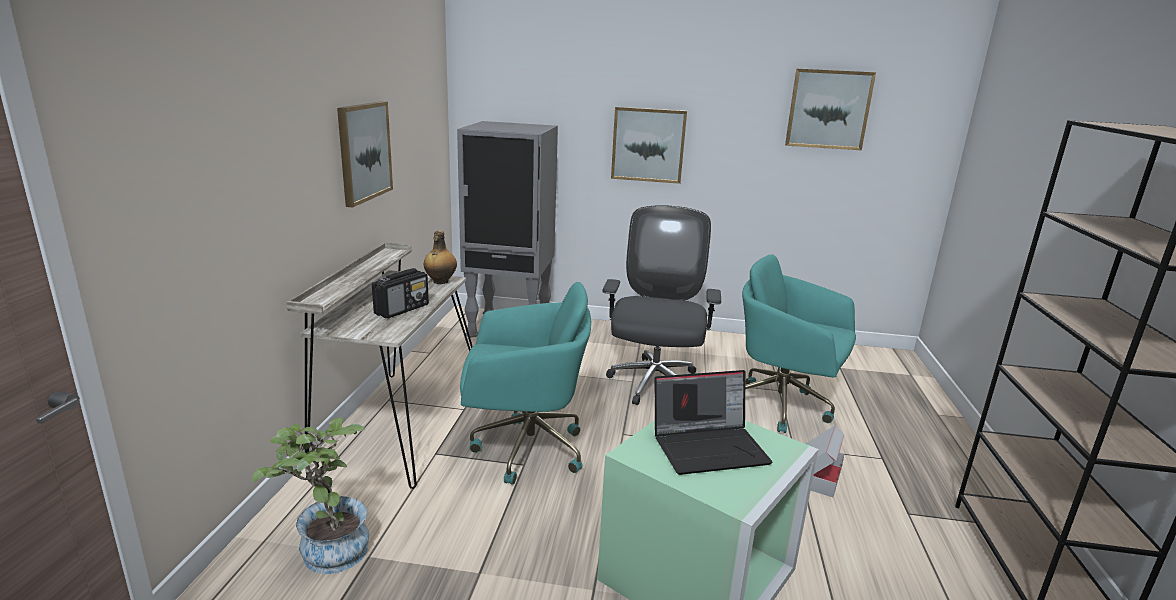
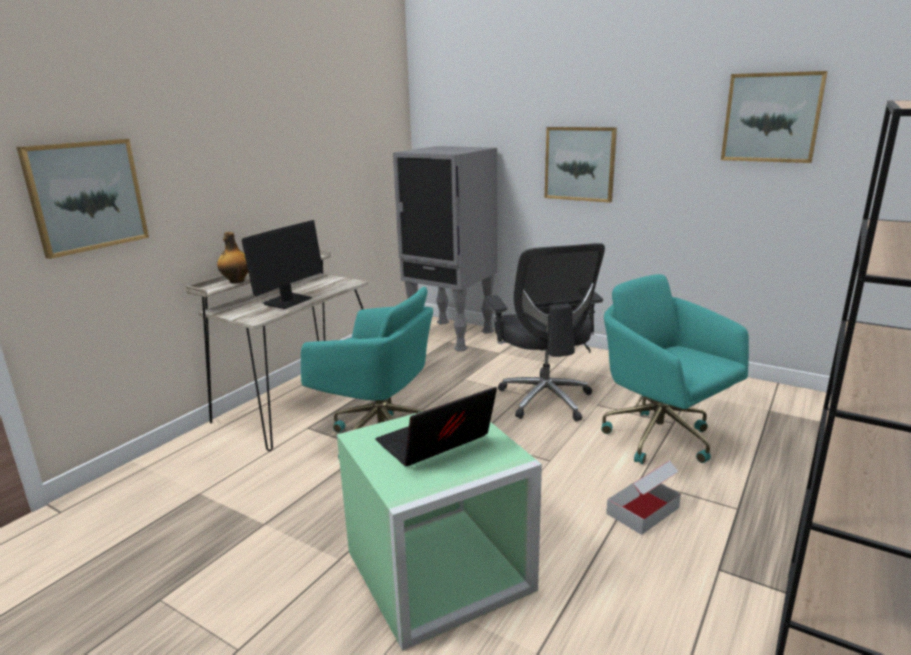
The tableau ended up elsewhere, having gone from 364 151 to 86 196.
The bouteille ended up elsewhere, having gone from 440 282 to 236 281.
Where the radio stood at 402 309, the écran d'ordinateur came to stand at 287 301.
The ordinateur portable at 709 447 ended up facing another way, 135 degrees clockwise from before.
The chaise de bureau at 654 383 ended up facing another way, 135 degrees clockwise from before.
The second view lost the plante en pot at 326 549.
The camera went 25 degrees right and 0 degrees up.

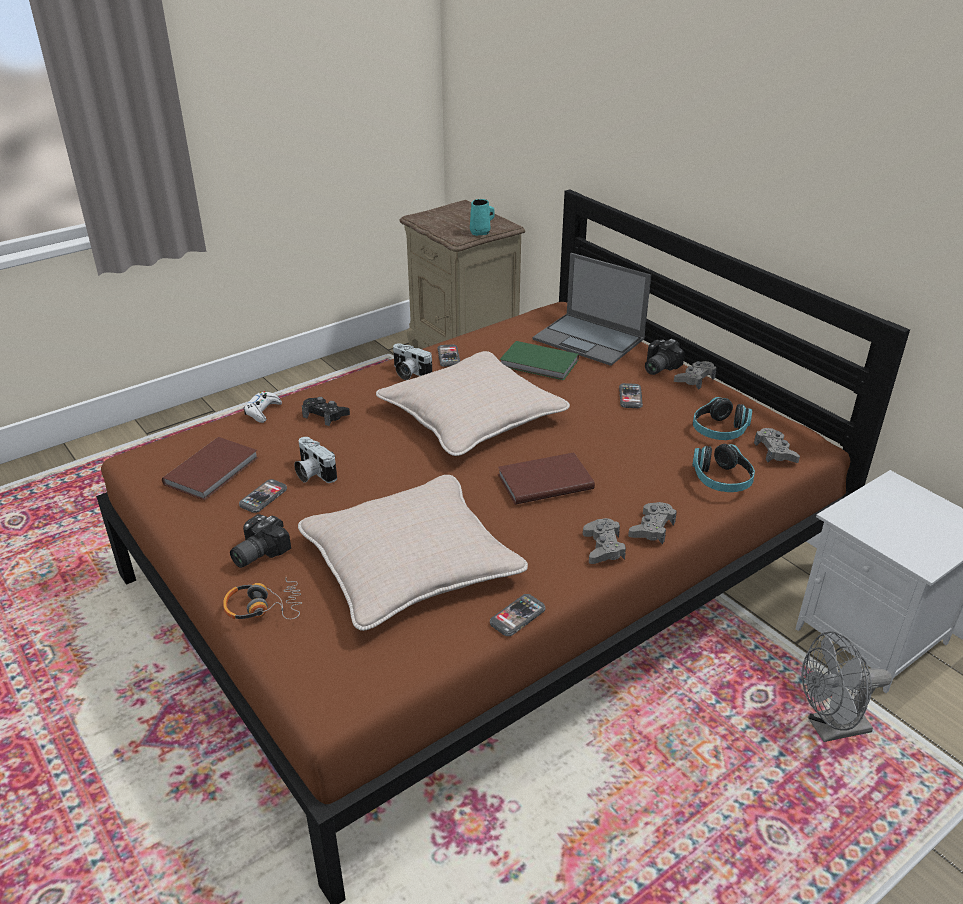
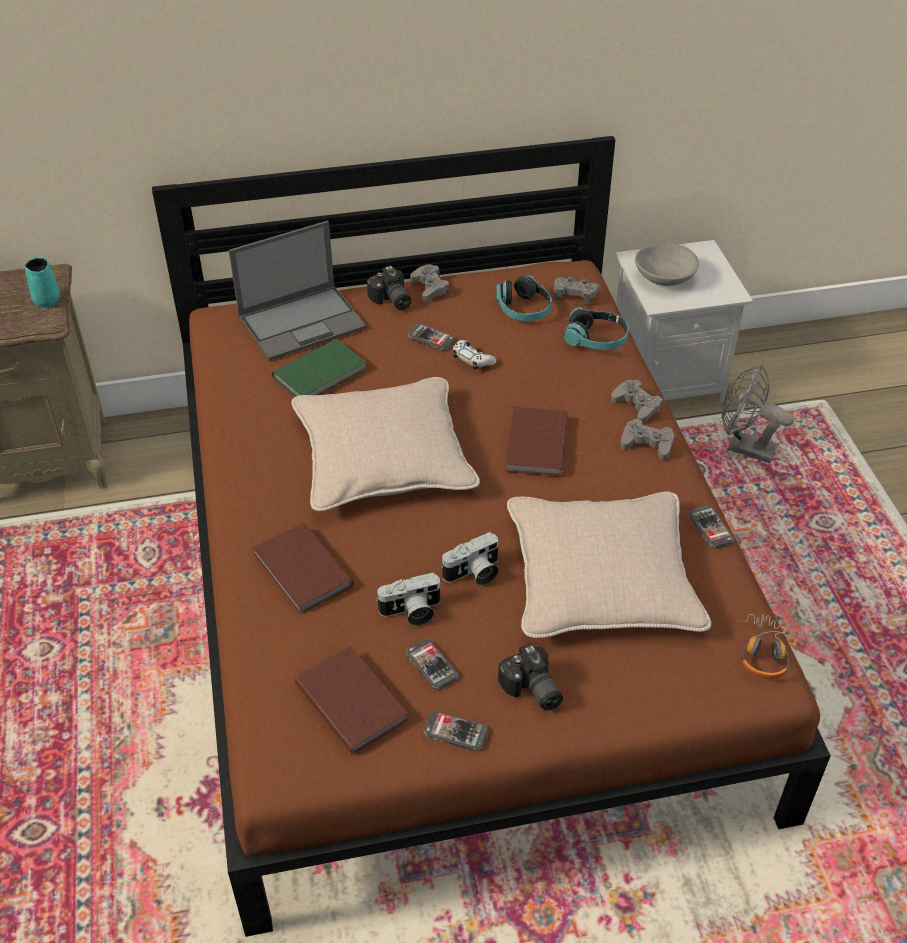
Where the manette [noir] stood at 325 415, the livre [marron] came to stand at 301 572.
The téléphone ended up elsewhere, having gone from 448 357 to 455 732.
The appareil photo ended up elsewhere, having gone from 409 373 to 474 574.
The manette [blanc] ended up elsewhere, having gone from 262 411 to 473 359.
The second view gained the bol [gris] at 664 278.
The ventilateur [gris] at 830 728 ended up facing another way, 105 degrees clockwise from before.
The casque audio ended up elsewhere, having gone from 264 607 to 765 651.
The camera went 65 degrees left and 10 degrees up.

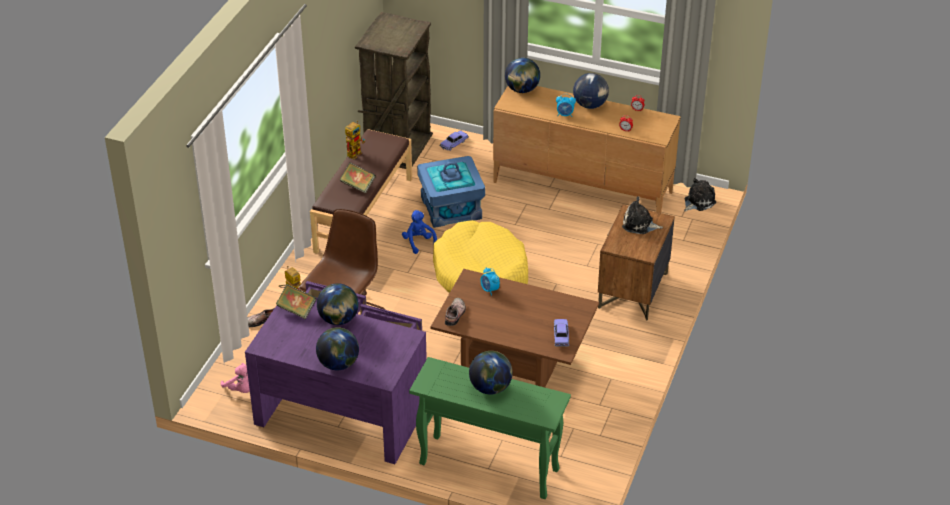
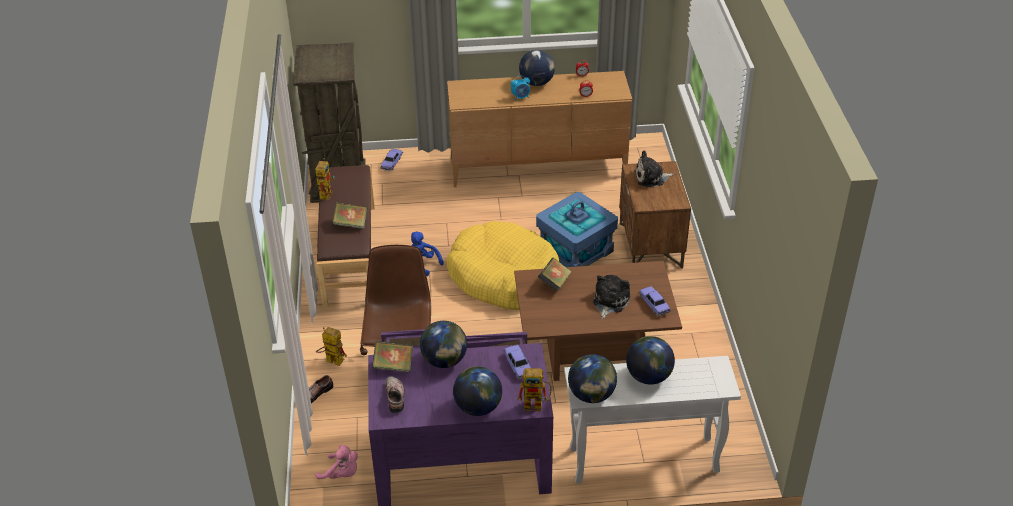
The chaussure ended up elsewhere, having gone from 455 314 to 396 397.
The second view gained the petite voiture at 518 366.
The second view gained the robot jouet at 537 404.
The boîte de rangement [bleu] ended up elsewhere, having gone from 451 207 to 575 250.
Where the réveil stood at 489 290, the livre came to stand at 554 283.
What was the table console [vert] at 487 467 turned into the table console [blanc] at 642 461.
The globe ended up elsewhere, having gone from 522 90 to 591 395.
The peluche ended up elsewhere, having gone from 698 202 to 609 301.
The camera went 25 degrees left and 0 degrees up.

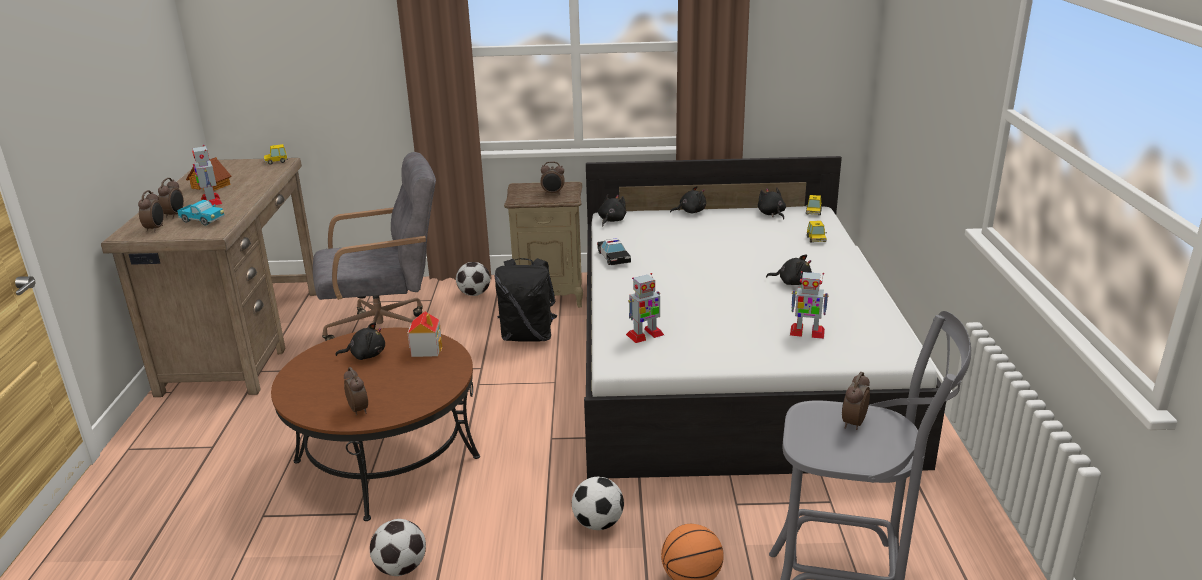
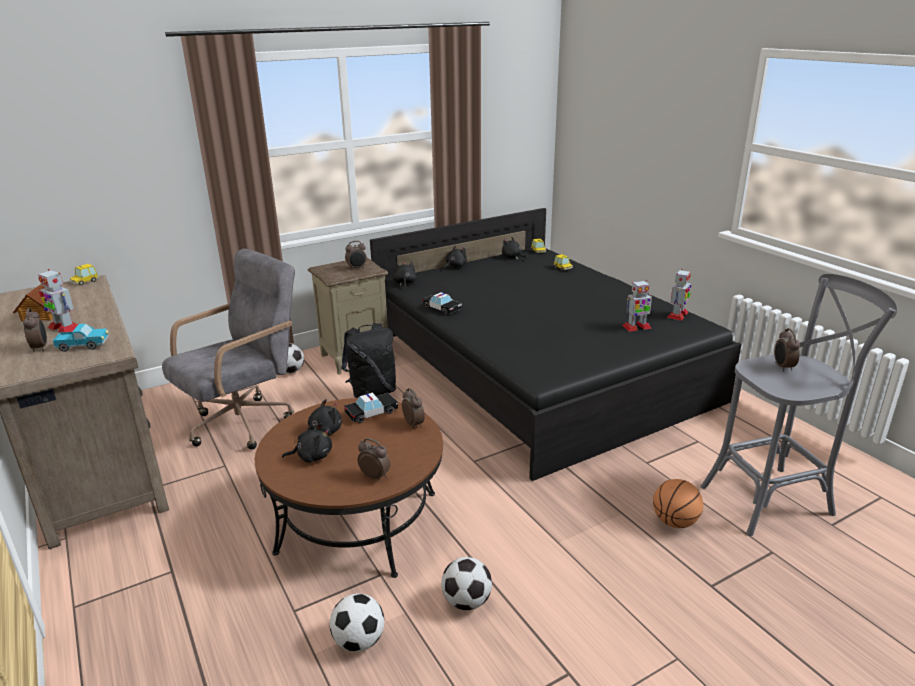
The peluche [noir] ended up elsewhere, having gone from 792 282 to 312 456.
The ballon de foot ended up elsewhere, having gone from 598 523 to 359 641.
Where the maison miniature stood at 426 349, the petite voiture came to stand at 371 412.
What was the lit [blanc] at 729 358 turned into the lit [noir] at 536 368.
The réveil ended up elsewhere, having gone from 156 229 to 414 424.
The robot jouet ended up elsewhere, having gone from 644 335 to 677 315.
The camera went 30 degrees left and 0 degrees up.

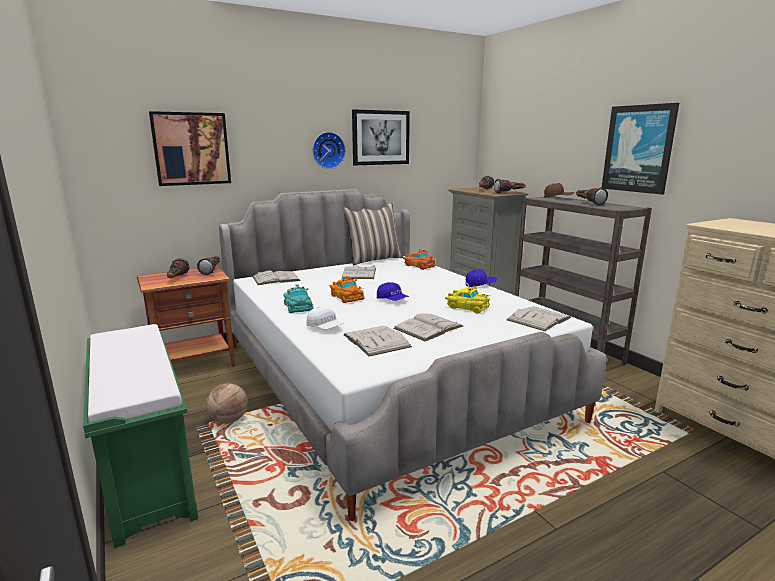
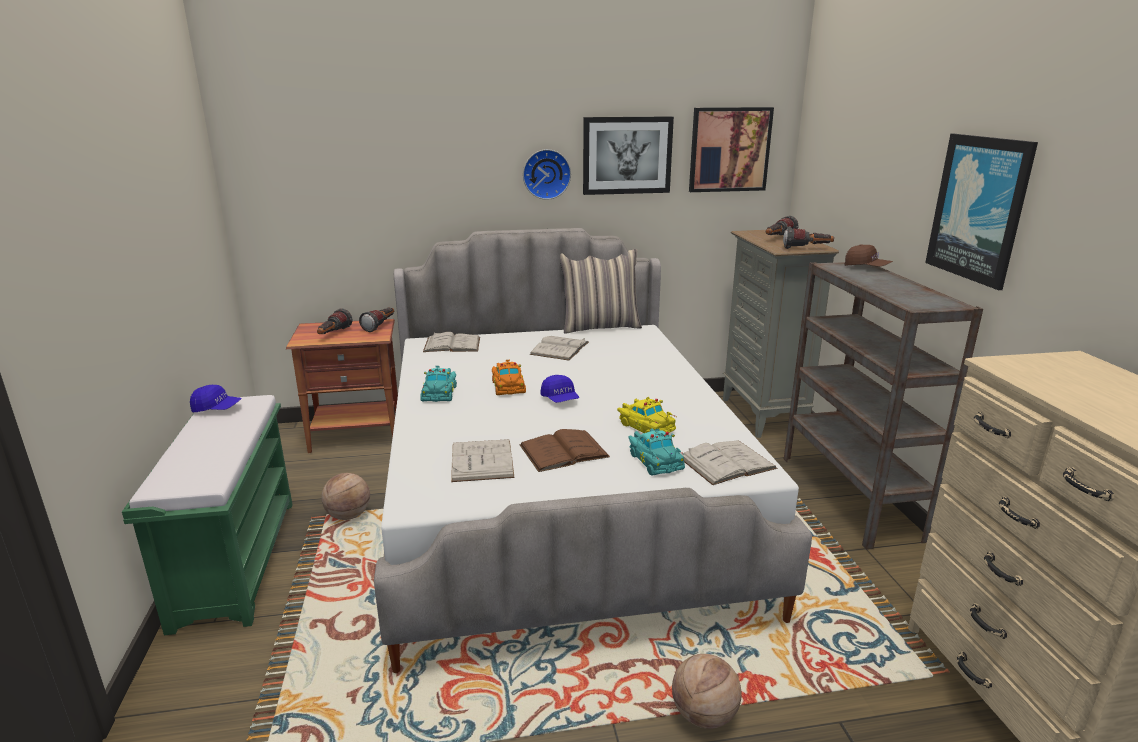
The casquette [bleu] ended up elsewhere, having gone from 480 284 to 217 409.
What was the livre [blanc] at 428 327 turned into the livre [marron] at 564 451.
The second view gained the petite voiture [turquoise] at 655 460.
The second view gained the ballon de basket at 704 715.
The tableau ended up elsewhere, having gone from 191 149 to 729 149.
The second view lost the casquette [blanc] at 325 327.
The second view lost the petite voiture [orange] at 419 266.
The second view lost the lampe de poche at 588 203.
The camera went 20 degrees right and 5 degrees up.

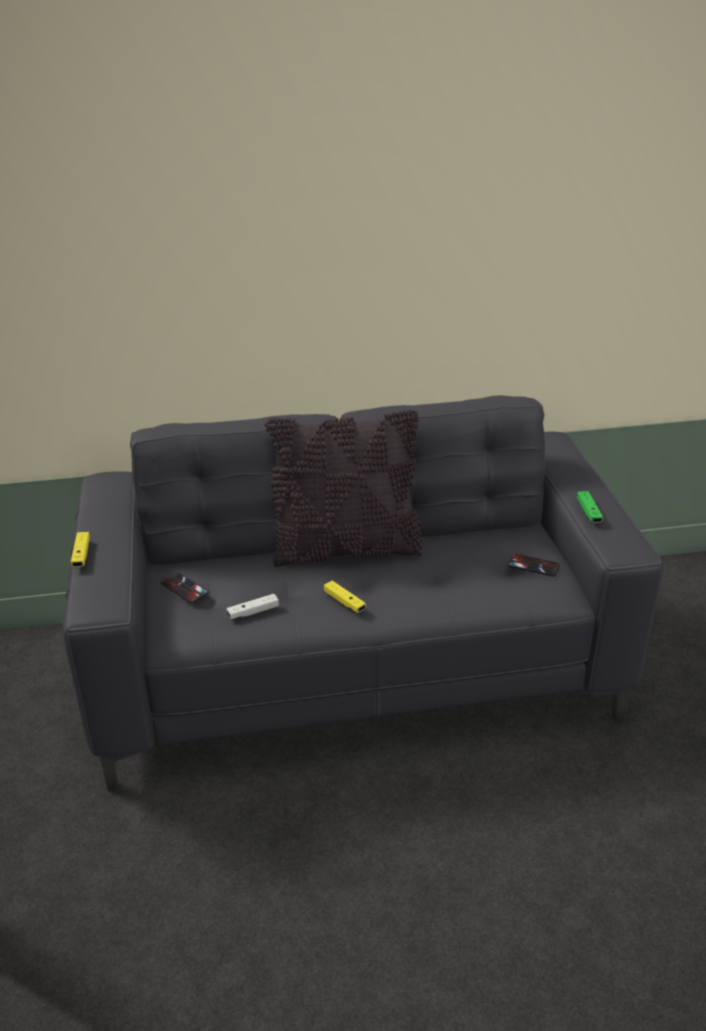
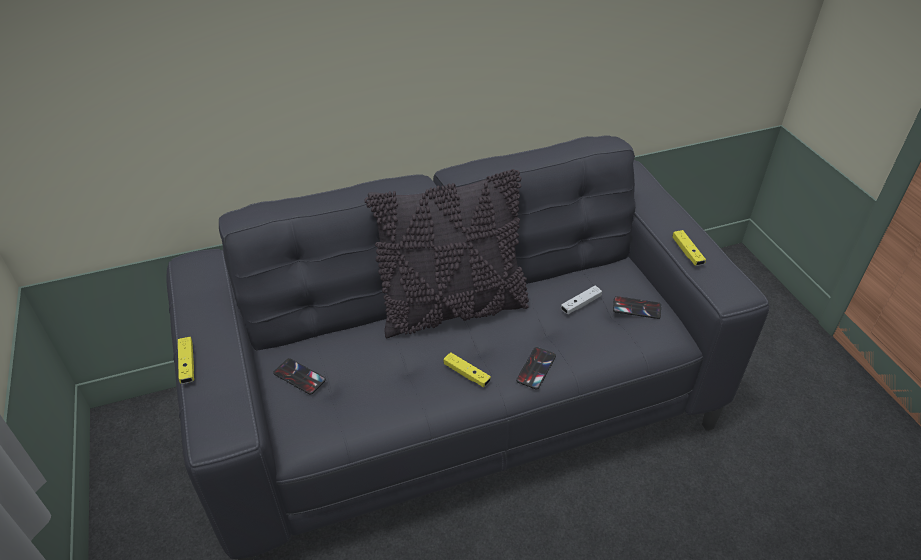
The second view gained the téléphone at 536 368.
The manette [blanc] ended up elsewhere, having gone from 253 612 to 580 304.
What was the manette [vert] at 589 512 turned into the manette [jaune] at 687 252.
The camera went 10 degrees left and 10 degrees up.

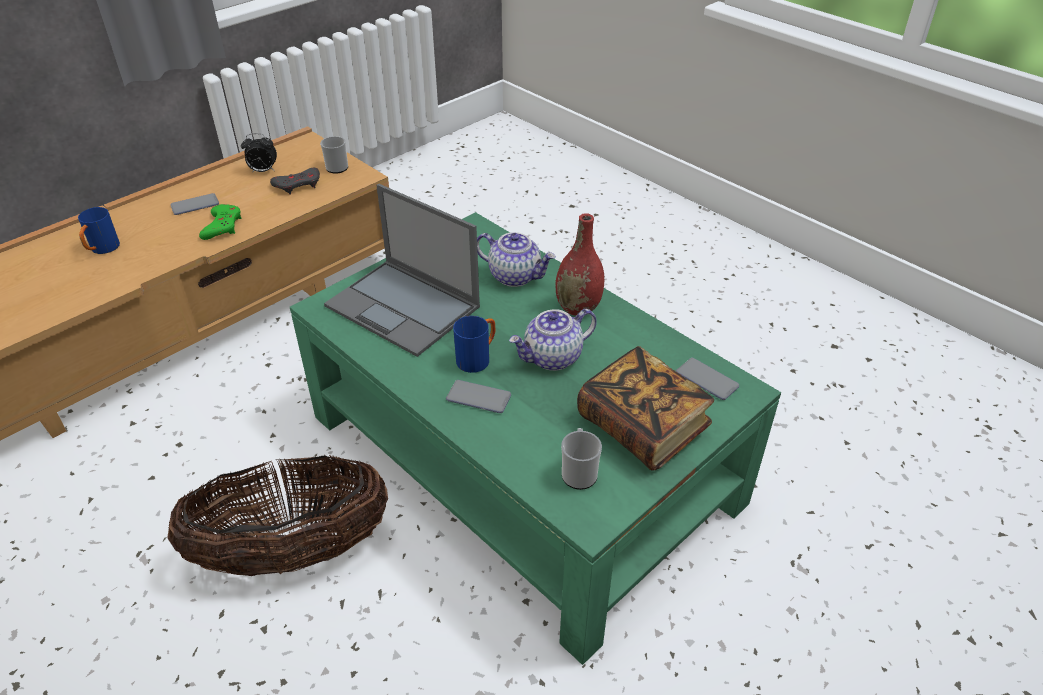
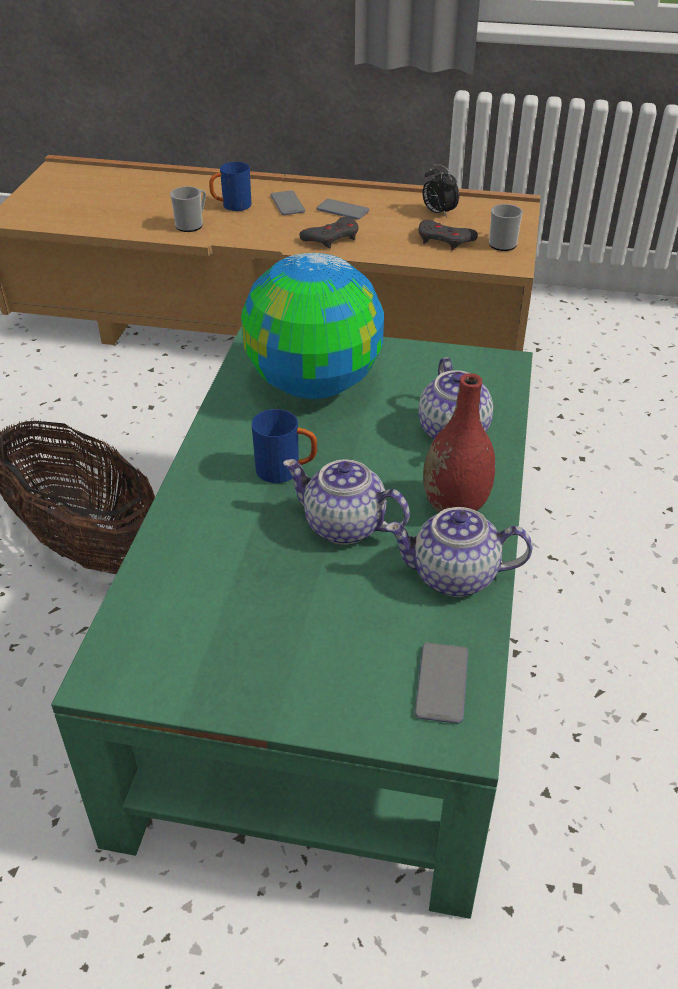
The mug ended up elsewhere, having gone from 579 472 to 192 225.
Where the ordinateur portable stood at 404 307, the globe came to stand at 315 385.
The téléphone ended up elsewhere, having gone from 478 397 to 287 204.
What was the manette [vert] at 222 226 turned into the manette [gris] at 332 238.
The second view gained the théière at 453 576.
The second view lost the livre at 642 426.
The camera went 55 degrees right and 0 degrees up.

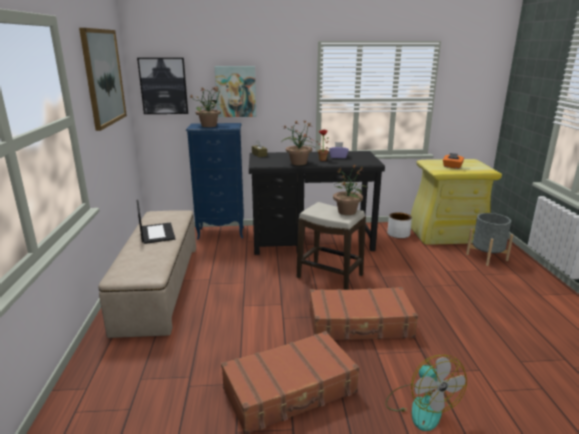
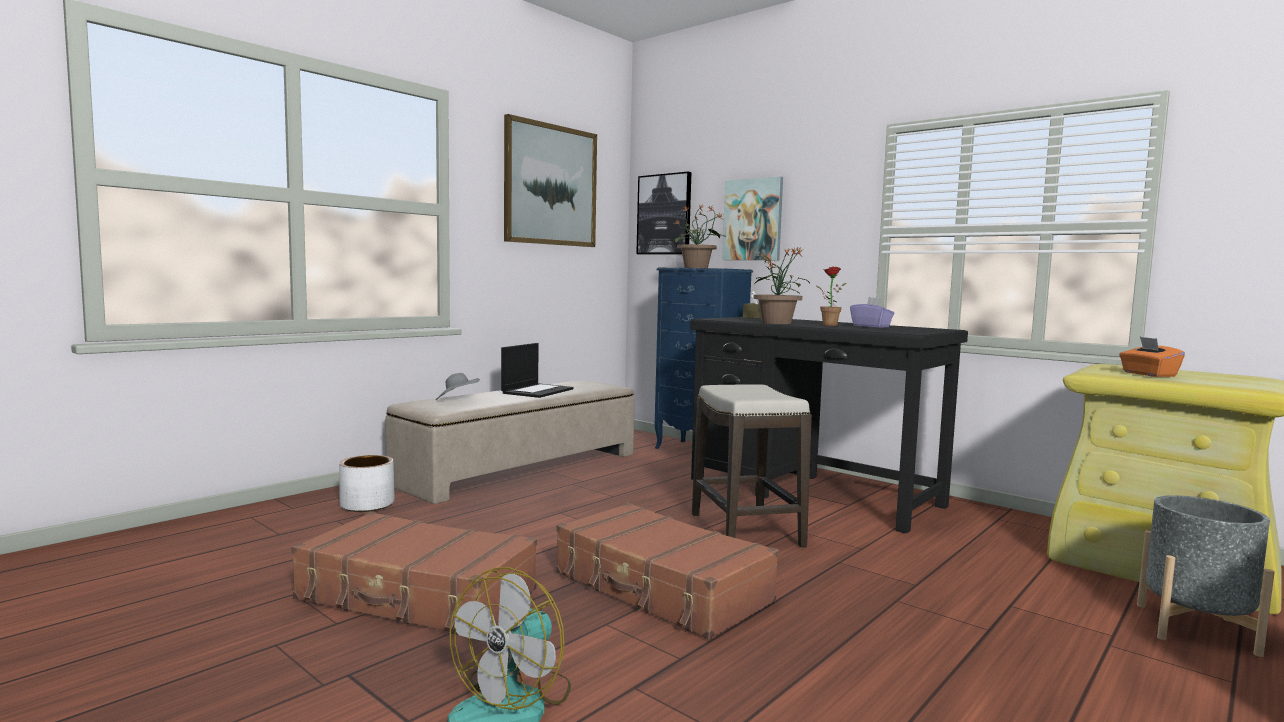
The cache-pot [blanc] ended up elsewhere, having gone from 398 234 to 367 505.
The second view gained the chapeau [gris] at 457 400.
The second view lost the plante en pot at 347 211.
The camera went 45 degrees right and 15 degrees down.

